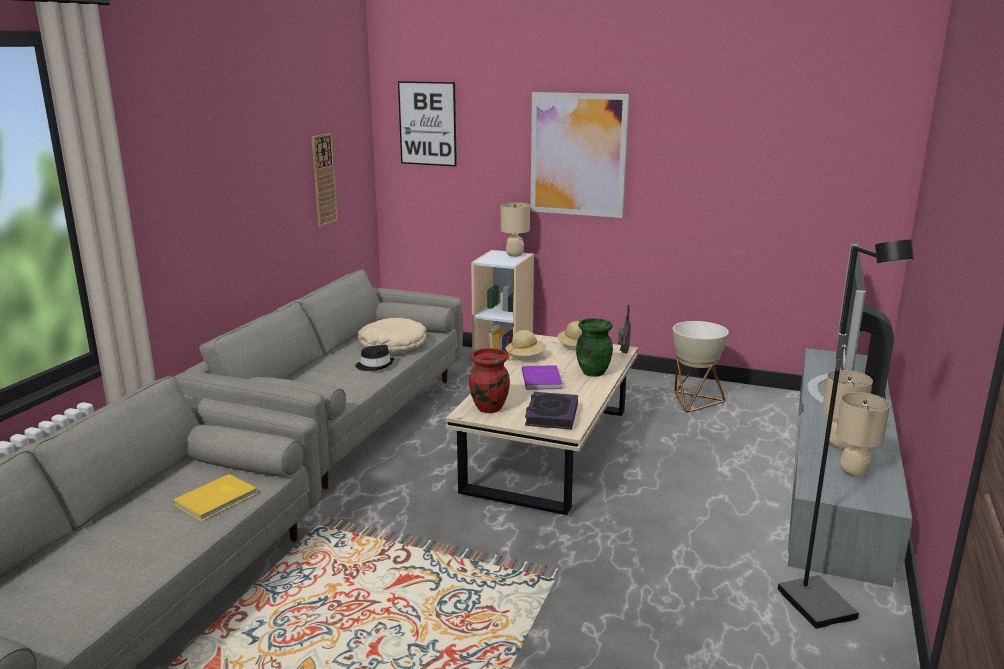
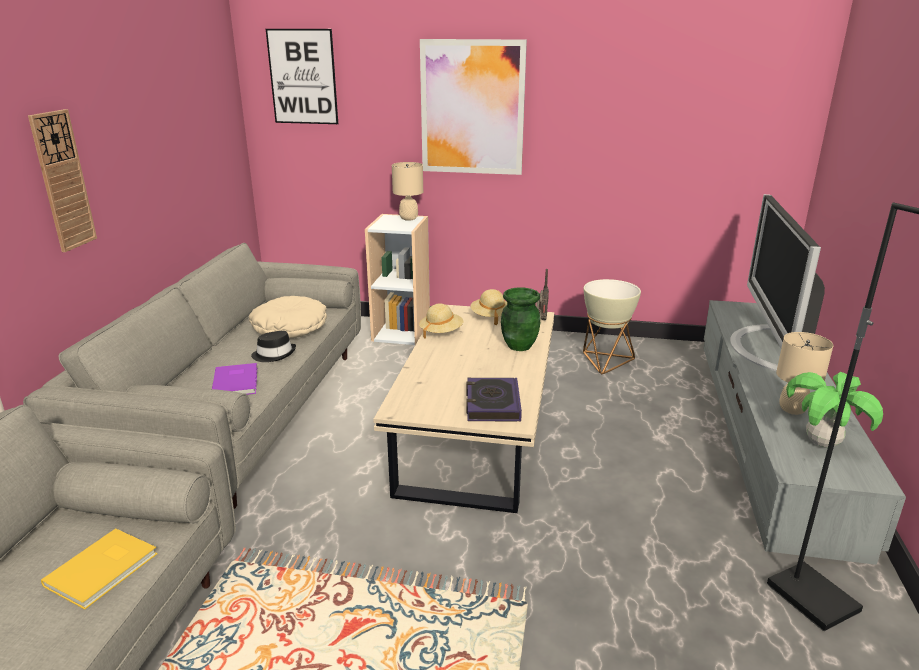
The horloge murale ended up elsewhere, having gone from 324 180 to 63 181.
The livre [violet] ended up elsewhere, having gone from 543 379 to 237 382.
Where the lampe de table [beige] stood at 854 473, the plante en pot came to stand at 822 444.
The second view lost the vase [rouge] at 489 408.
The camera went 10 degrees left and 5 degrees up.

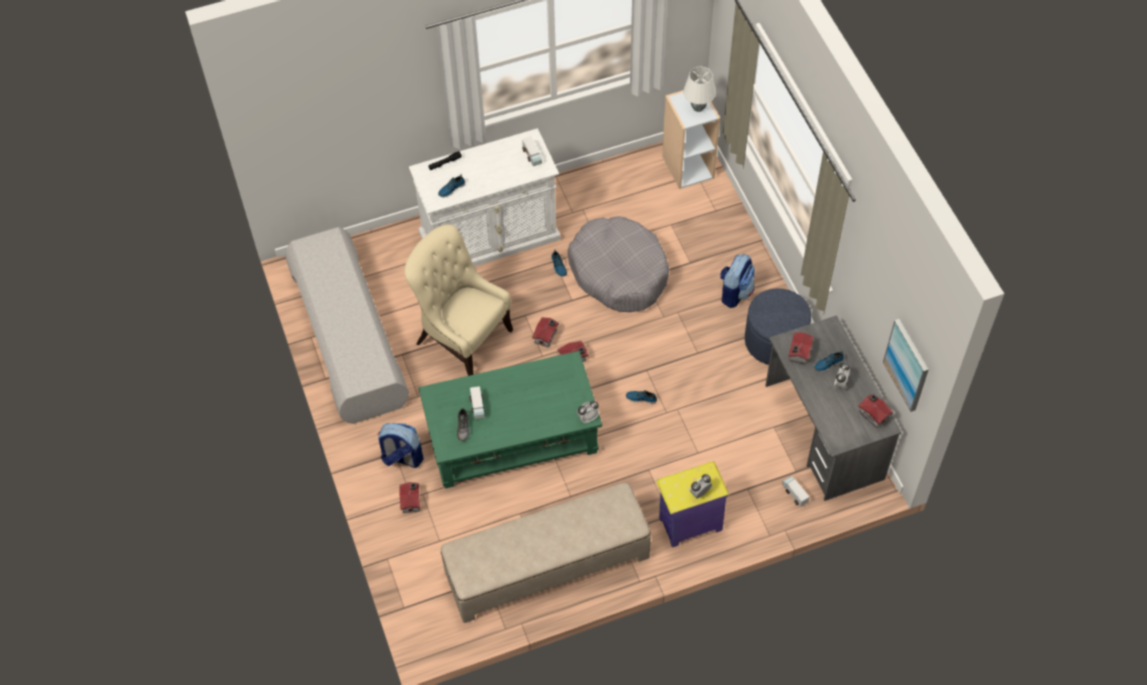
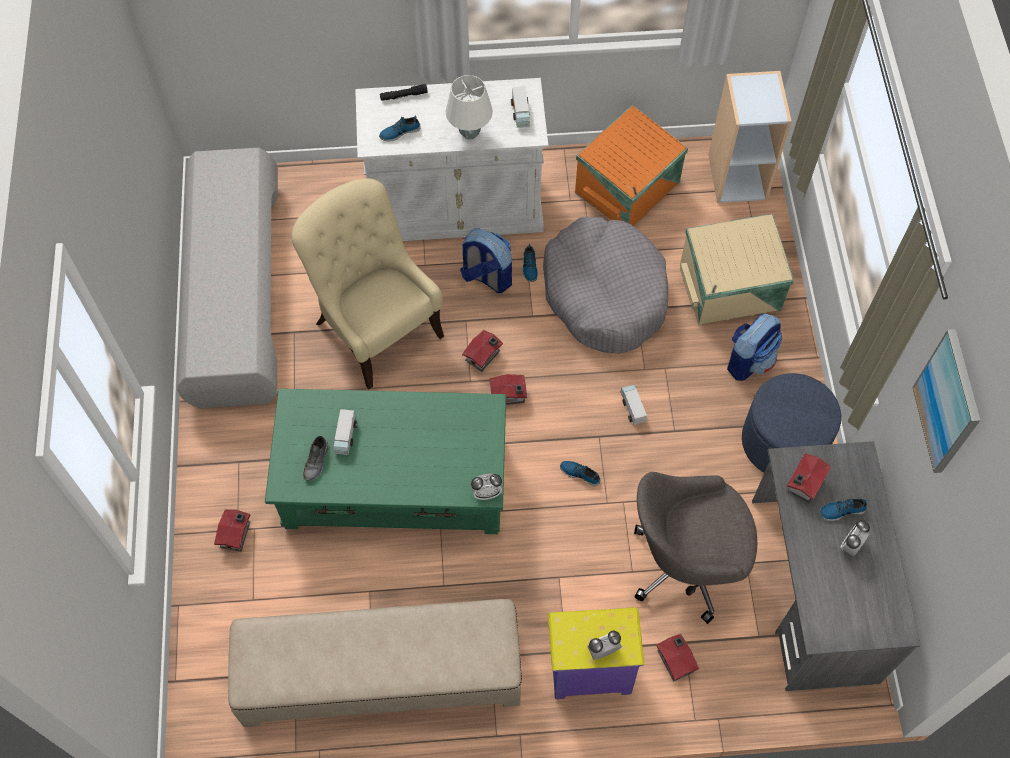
The lampe de table [blanc] ended up elsewhere, having gone from 698 108 to 469 133.
The sac à dos ended up elsewhere, having gone from 402 457 to 486 277.
The second view gained the boîte de rangement [orange] at 629 187.
The camion jouet ended up elsewhere, having gone from 794 493 to 632 407.
The second view gained the chaise de bureau [gris] at 684 565.
The maison miniature ended up elsewhere, having gone from 873 414 to 676 660.
The second view gained the boîte de rangement [beige] at 731 288.
The tableau ended up elsewhere, having gone from 907 364 to 948 402.
The camera went 15 degrees right and 5 degrees up.

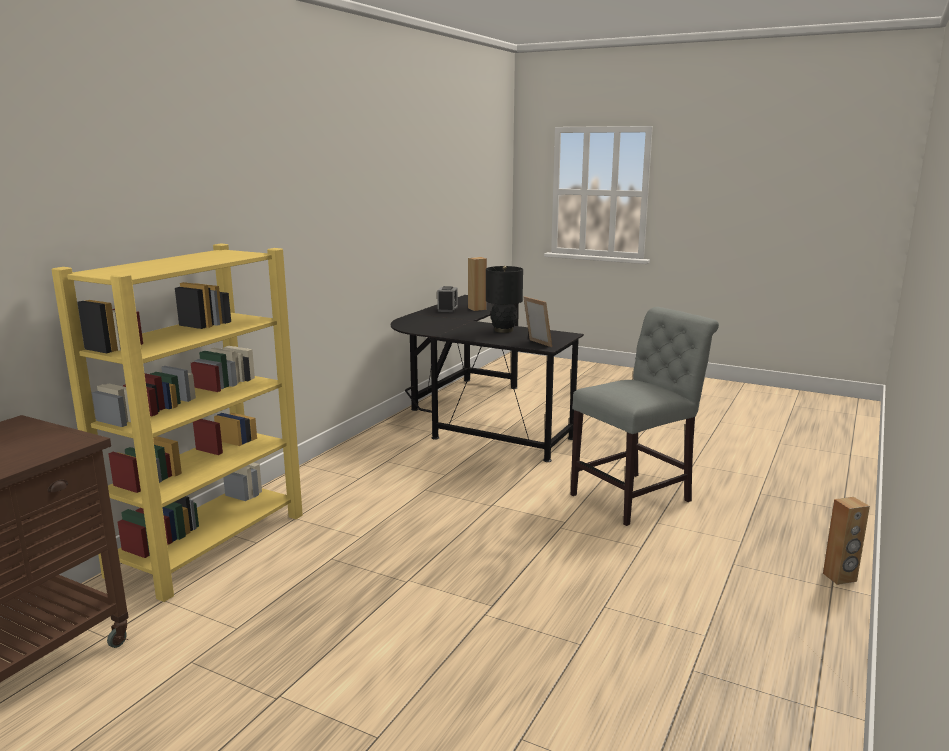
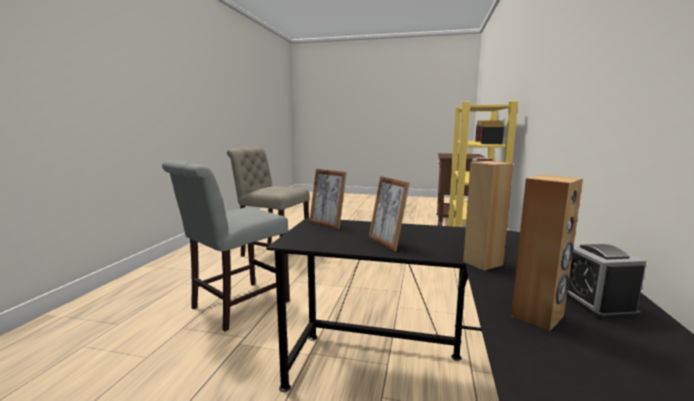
The second view gained the chaise [beige] at 272 252.
Where the lampe de table [noir] stood at 503 330, the cadre photo came to stand at 387 243.
The enceinte [marron] ended up elsewhere, having gone from 840 577 to 482 263.
The camera went 165 degrees right and 5 degrees down.

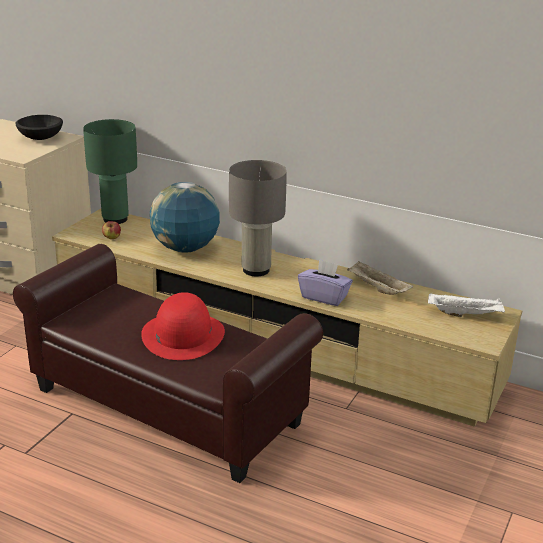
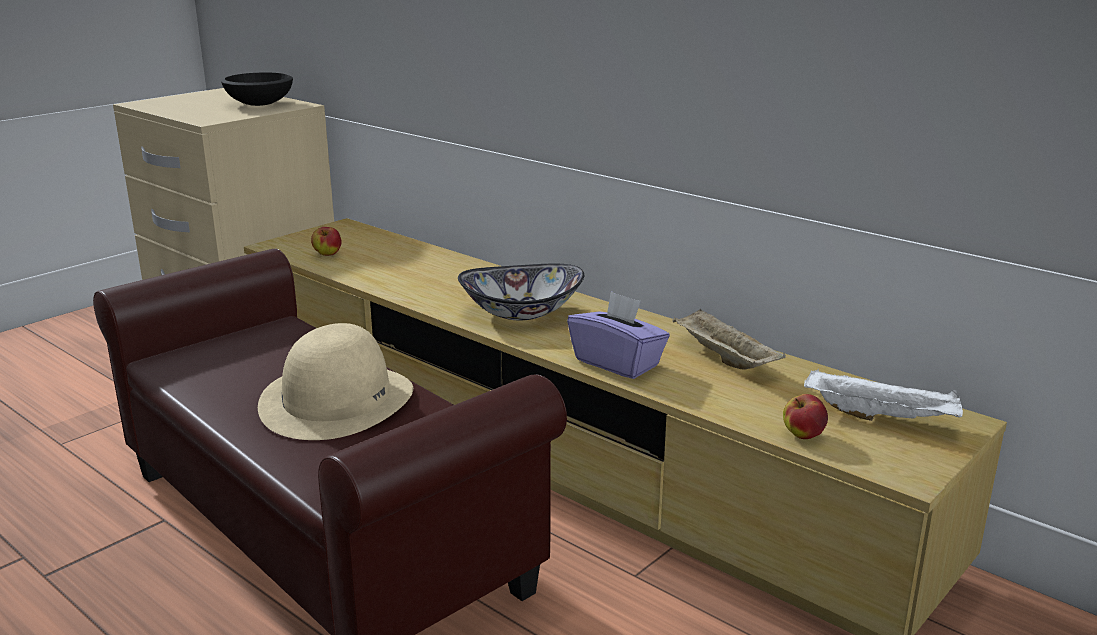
What was the chapeau [rouge] at 183 335 turned into the chapeau [beige] at 337 400.
Where the lampe de table [gris] stood at 255 270, the bol came to stand at 521 313.
The second view gained the pomme at 803 435.
The second view lost the lampe de table [vert] at 115 219.
The second view lost the globe at 185 248.
The camera went 15 degrees right and 5 degrees down.

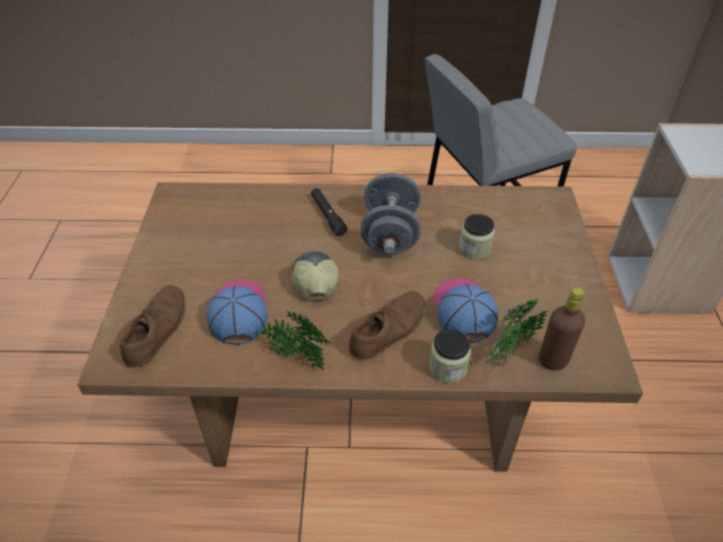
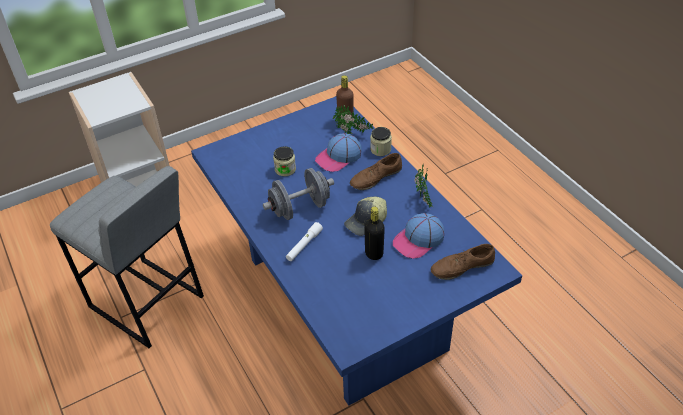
What was the table à manger [marron] at 360 401 turned into the table à manger [bleu] at 346 303.
What was the lampe de poche [noir] at 327 215 turned into the lampe de poche [blanc] at 304 245.
The chaussure [marron] at 388 330 ended up facing another way, 45 degrees counterclockwise from before.
The second view gained the bouteille [noir] at 374 253.
The camera went 120 degrees left and 0 degrees up.

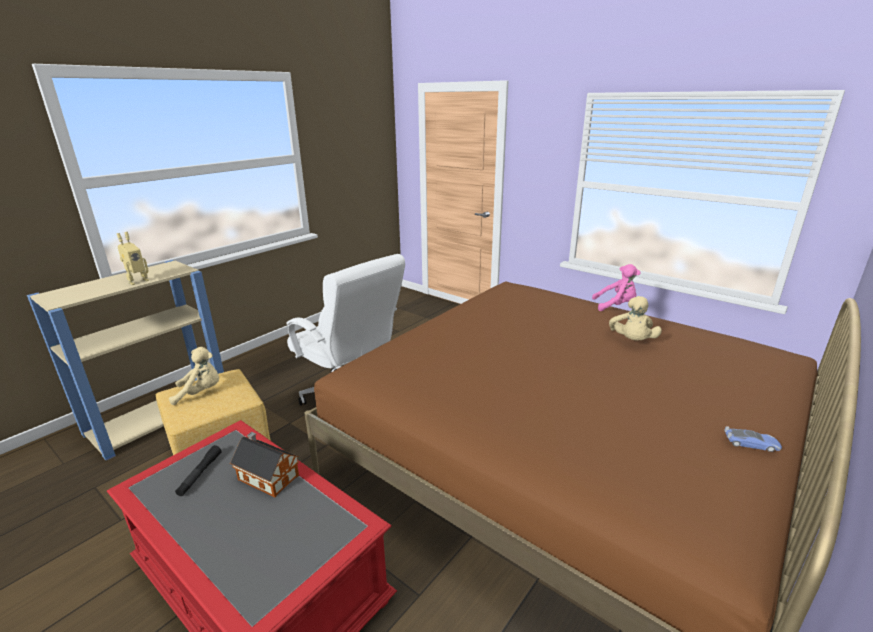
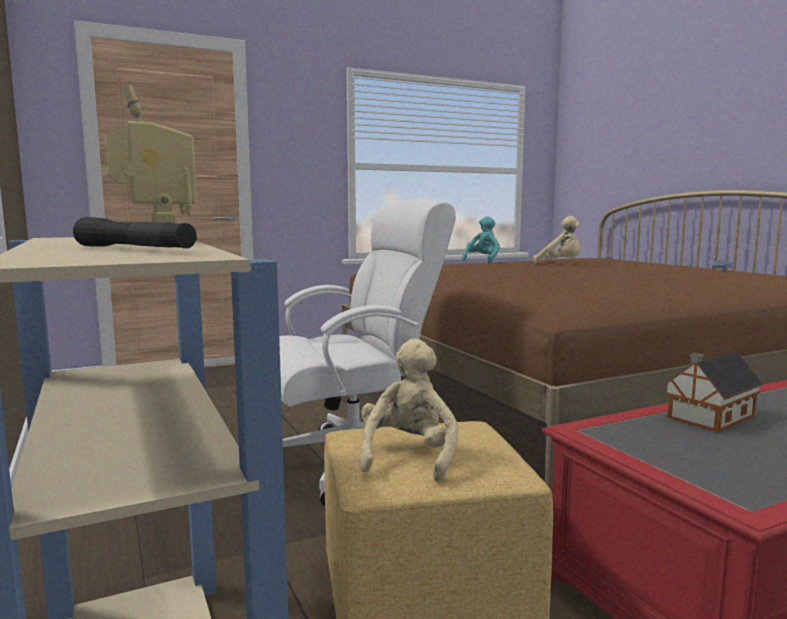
The lampe de poche [noir] ended up elsewhere, having gone from 200 474 to 134 249.
What was the peluche [rose] at 615 306 turned into the peluche [turquoise] at 482 261.
The camera went 65 degrees left and 15 degrees down.

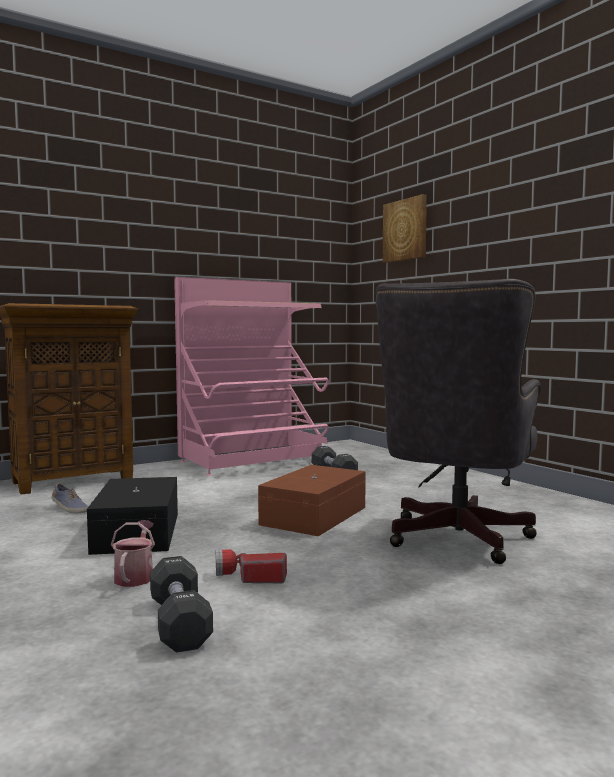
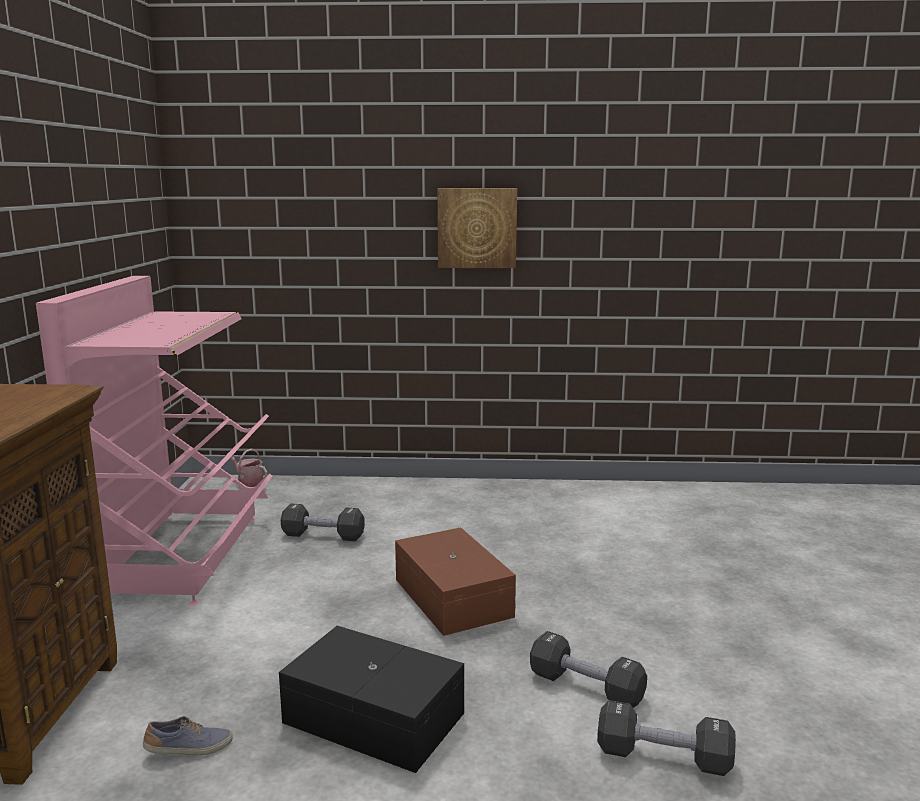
The arrosoir ended up elsewhere, having gone from 135 576 to 248 483.
The tableau ended up elsewhere, having gone from 405 230 to 477 228.
Where the lampe de poche stood at 250 577, the haltère [noir] came to stand at 586 687.
The second view lost the chaise de bureau [gris] at 456 540.
The camera went 55 degrees left and 10 degrees up.

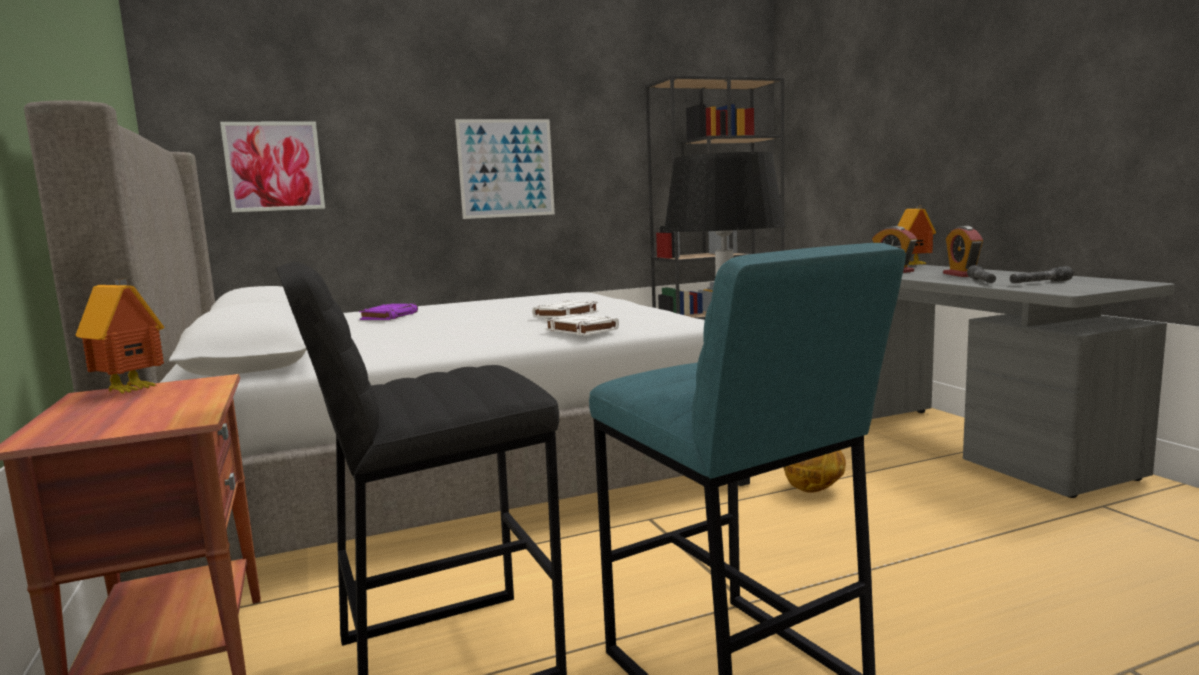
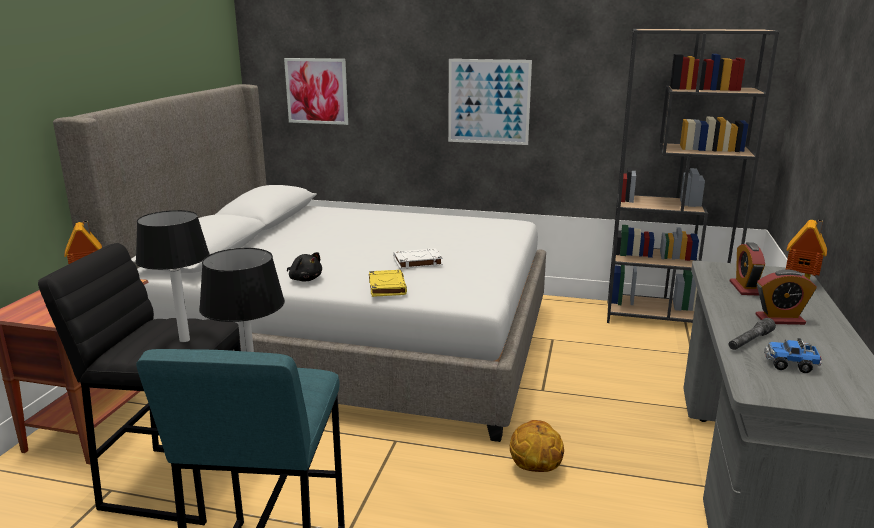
The second view gained the lampe de table at 184 340.
The second view gained the peluche [noir] at 305 279.
What was the livre [blanc] at 580 330 turned into the livre [jaune] at 387 286.
The réveil at 962 275 ended up facing another way, 120 degrees counterclockwise from before.
Where the lampe de poche [gris] stood at 1039 283, the camion jouet came to stand at 790 365.
The second view lost the livre [violet] at 389 316.
The camera went 35 degrees right and 10 degrees up.

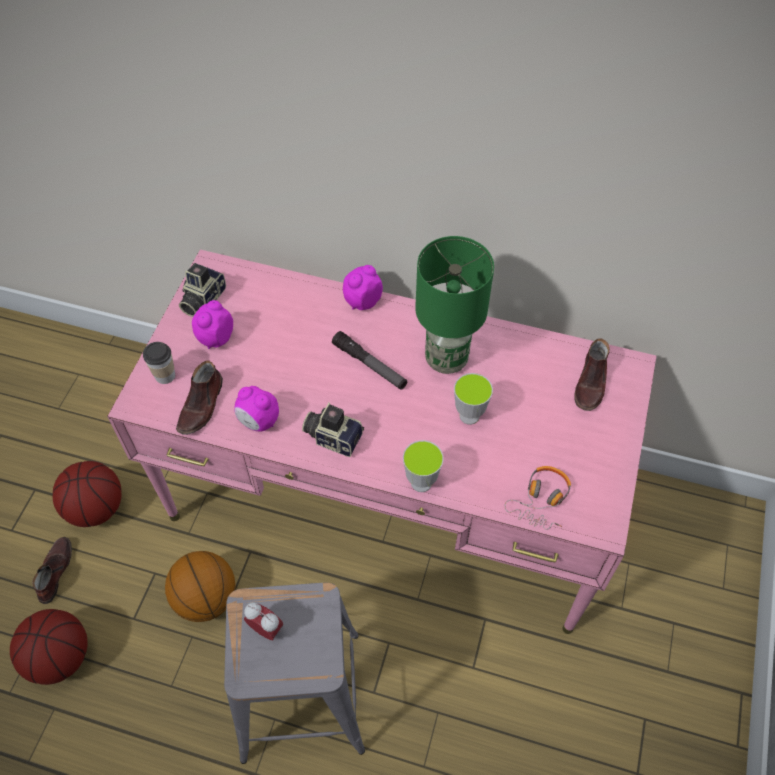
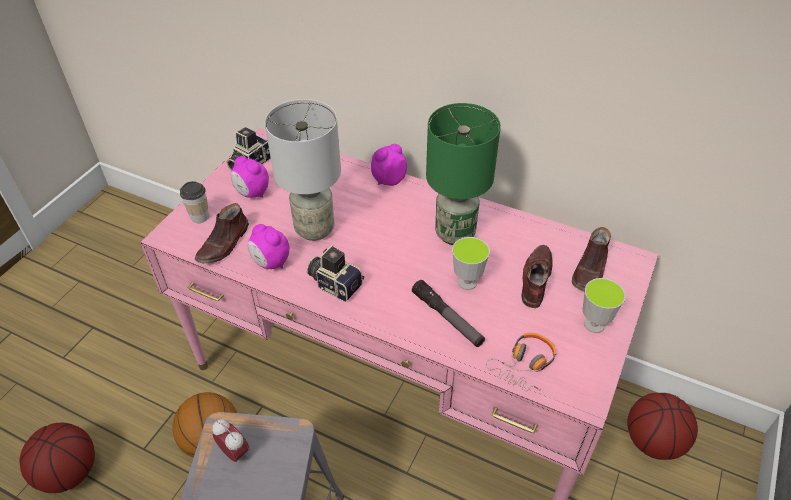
The réveil at 215 338 ended up facing another way, 90 degrees counterclockwise from before.
The second view gained the lampe de table [gris] at 315 229.
The lampe de poche ended up elsewhere, having gone from 370 365 to 447 318.
The chaussure [marron] ended up elsewhere, having gone from 55 571 to 535 279.
The tasse ended up elsewhere, having gone from 421 482 to 594 324.
The ballon de basket ended up elsewhere, having gone from 96 508 to 653 442.
The camera went 10 degrees right and 10 degrees down.

